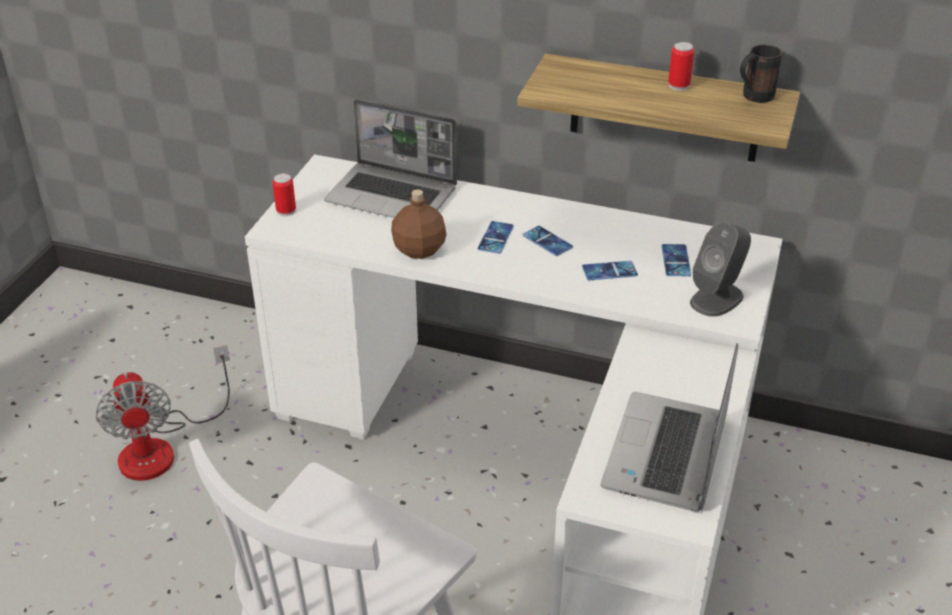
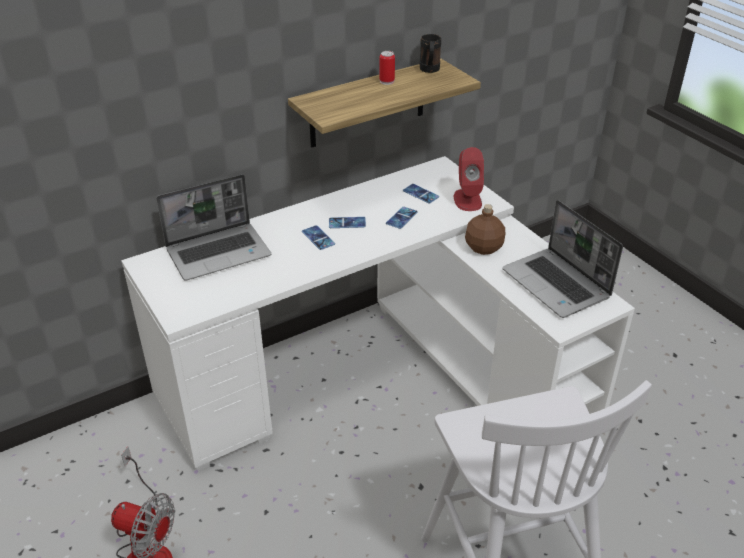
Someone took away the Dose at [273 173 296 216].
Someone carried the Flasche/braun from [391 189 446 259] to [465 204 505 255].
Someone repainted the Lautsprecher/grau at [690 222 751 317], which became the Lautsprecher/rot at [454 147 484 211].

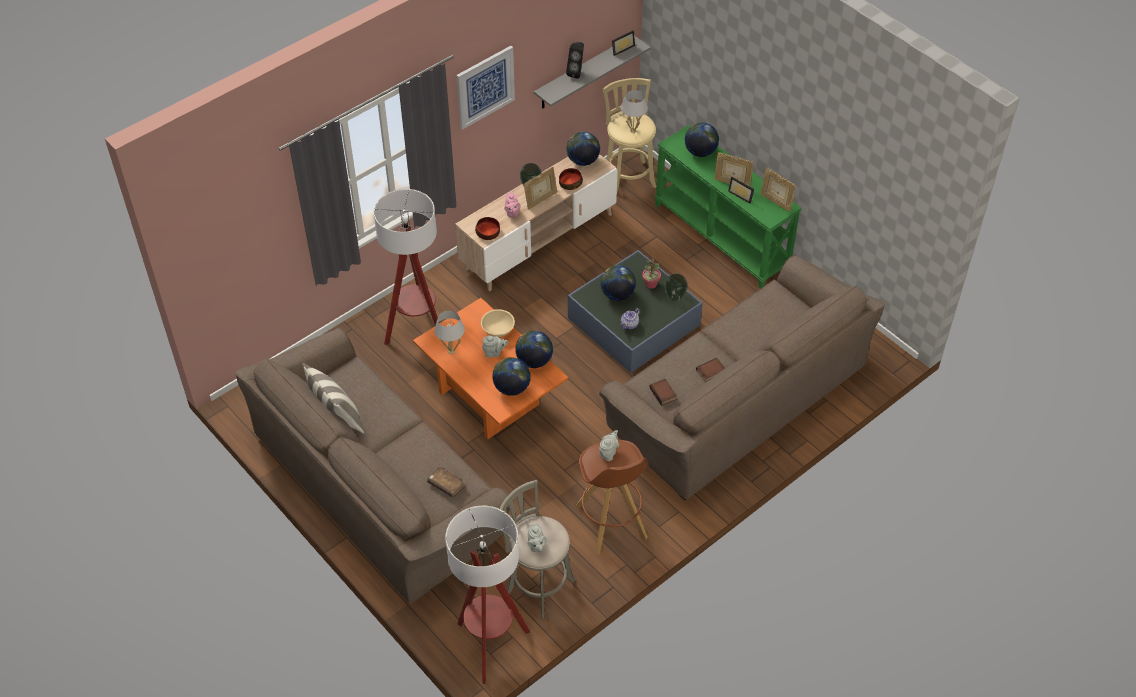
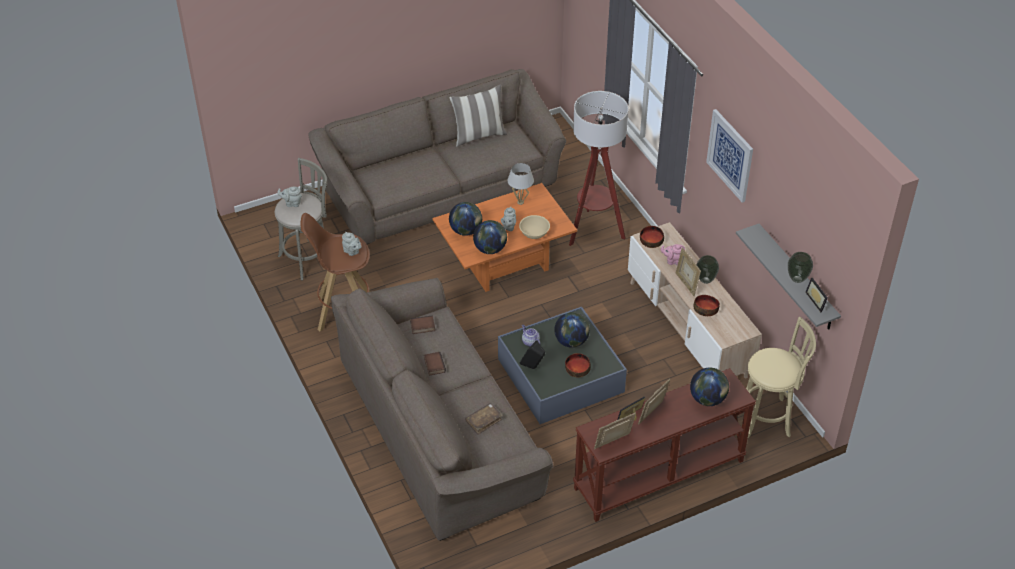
Someone carried the Buch/braun from [427 465 466 498] to [466 403 503 435].
Someone took away the Stehlampe at [445 506 530 684].
Someone carried the Lautsprecher/schwarz from [566 42 584 79] to [520 341 545 369].
Someone took away the Globus at [567 132 600 166].
Someone took away the Tischlampe/weiß at [621 90 648 133].
Someone swapped the Topfpflanze at [642 256 661 289] for the Schüssel at [565 353 591 377].
Someone repainted the Konsolentisch/grün at [654 125 802 289], which became the Konsolentisch/braun at [573 368 756 522].
Someone carried the Vase from [665 273 688 302] to [788 252 813 283].

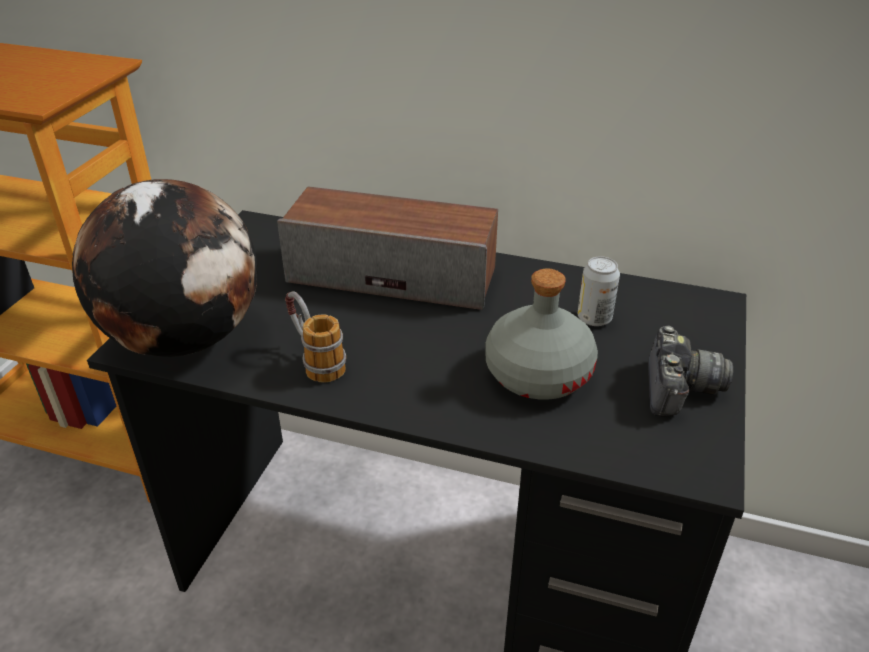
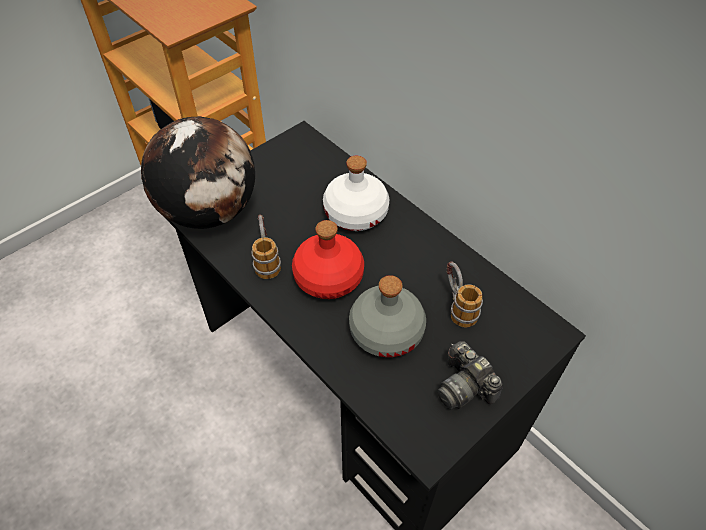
Someone swapped the Lautsprecher at [277 187 498 310] for the Flasche/weiß at [323 156 389 231].
Someone swapped the Dose at [578 256 620 326] for the Henkelbecher at [447 261 483 328].
Someone rotated the Kamera at [648 325 733 417] by 105 degrees clockwise.
Someone put down the Flasche/rot at [292 220 364 299].

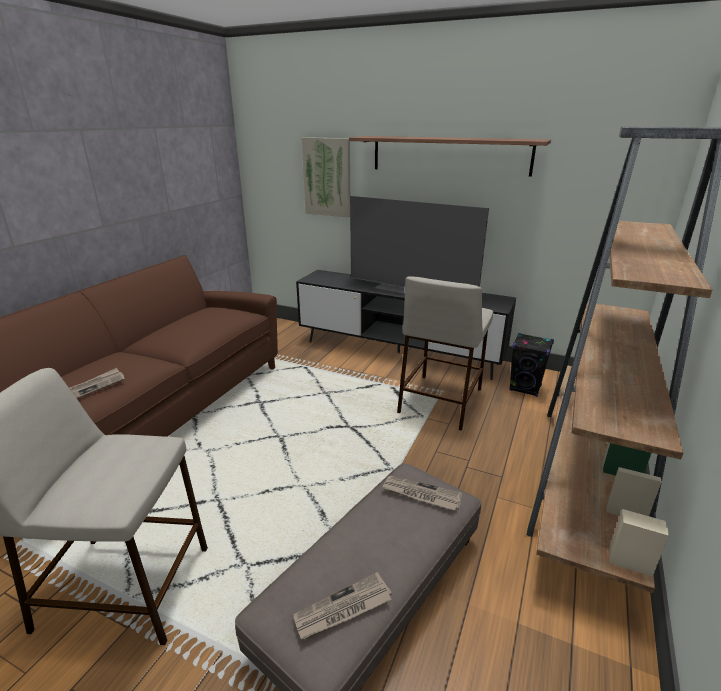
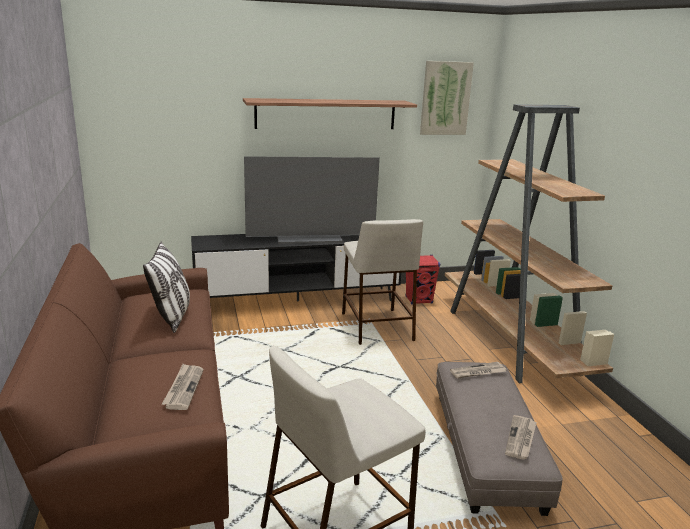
Someone carried the Bild from [302 137 350 217] to [420 61 474 135].
Someone repainted the Lautsprecher/schwarz at [509 333 554 397], which became the Lautsprecher/rot at [405 255 440 304].
Someone put down the Kissen at [143 241 190 333].

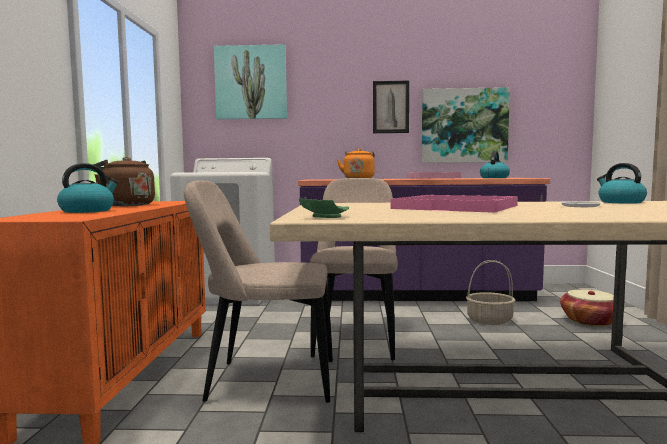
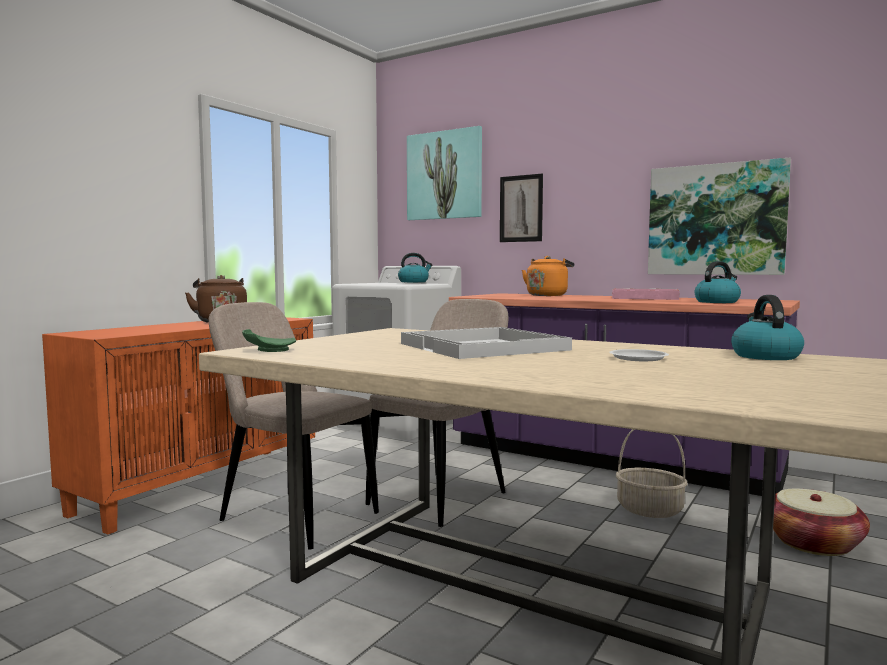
Someone carried the Wasserkessel from [57 163 119 213] to [398 253 432 282].
Someone carried the Bild from [373 81 409 133] to [500 174 543 242].
Someone repainted the Tablett/rosa at [390 195 518 213], which became the Tablett/weiß at [401 327 572 359].

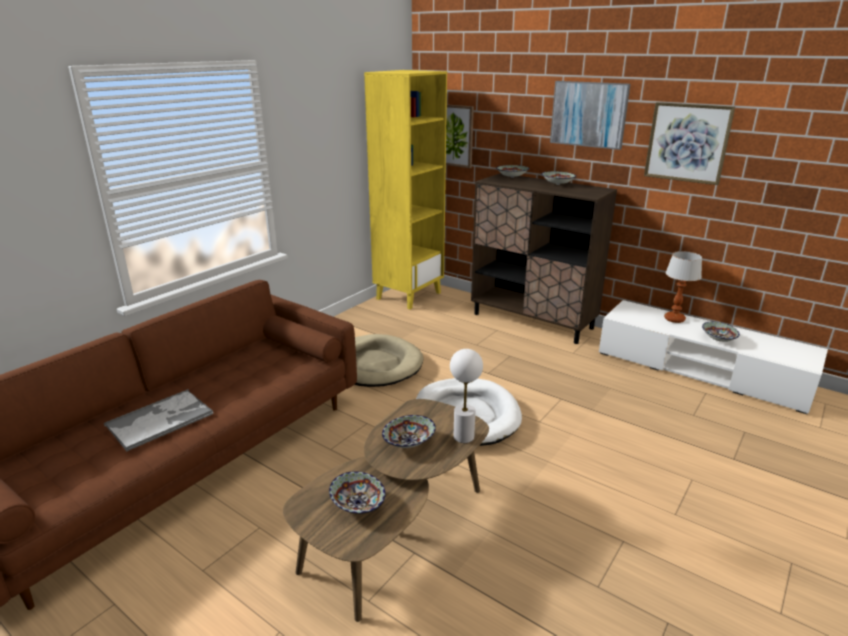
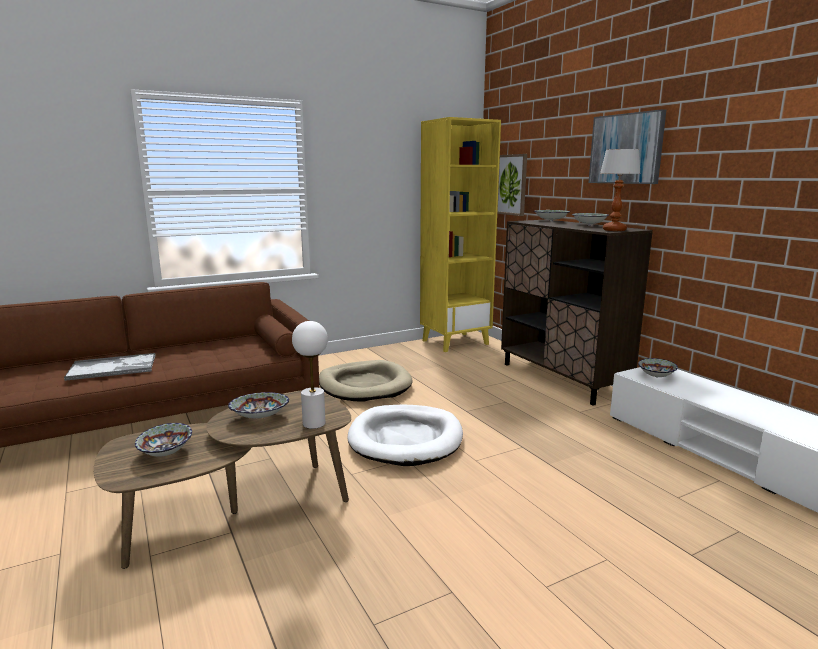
Someone took away the Bild at [644 102 735 185].
Someone carried the Tischlampe from [664 251 702 323] to [600 149 641 231].
Someone carried the Schüssel from [702 321 740 342] to [638 358 678 377].

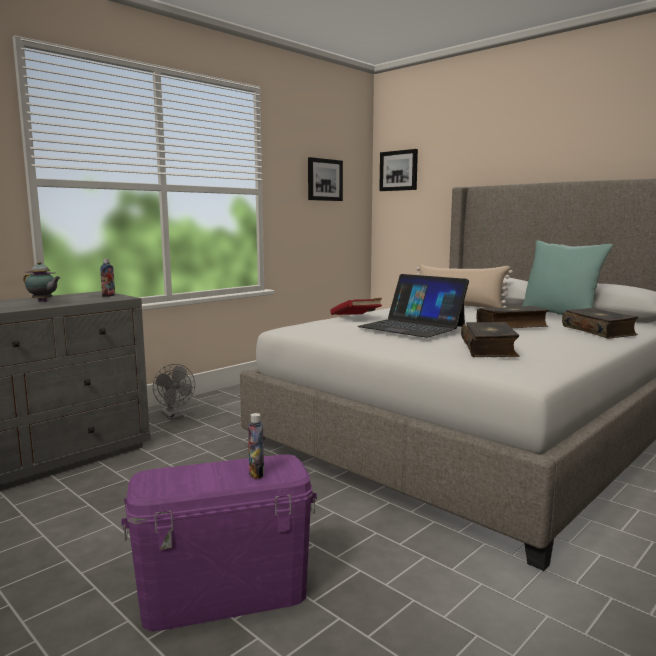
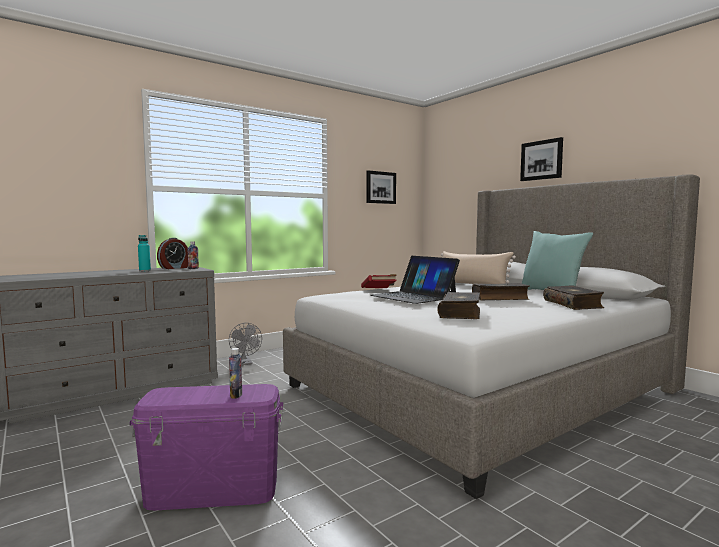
Someone swapped the Teekanne at [23 262 61 302] for the Flasche/türkis at [138 235 151 271].
Someone carried the Bild from [379 149 418 191] to [520 137 563 181].
Someone put down the Wecker at [157 238 188 269].

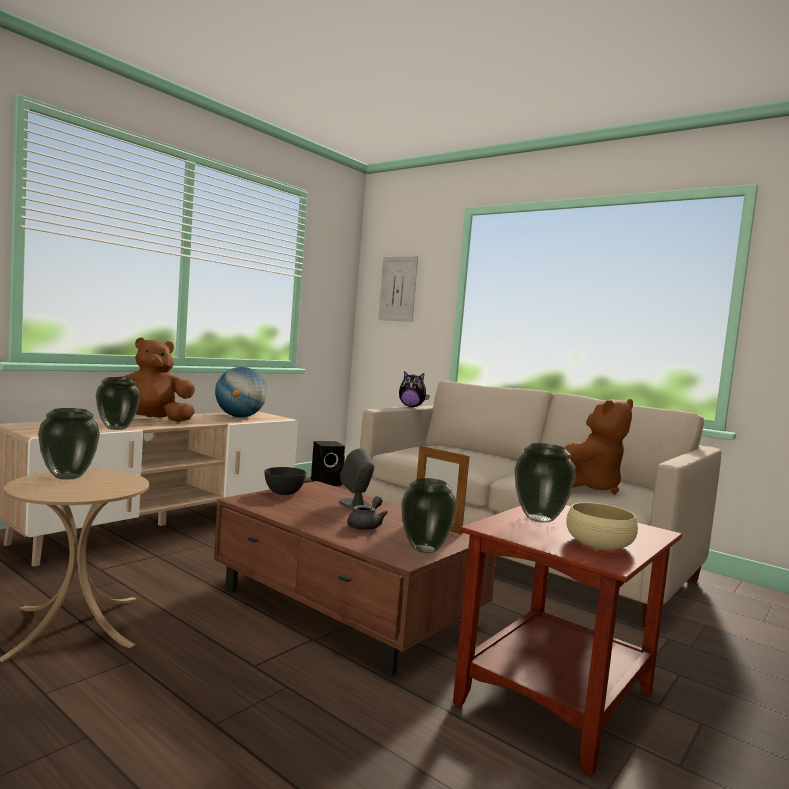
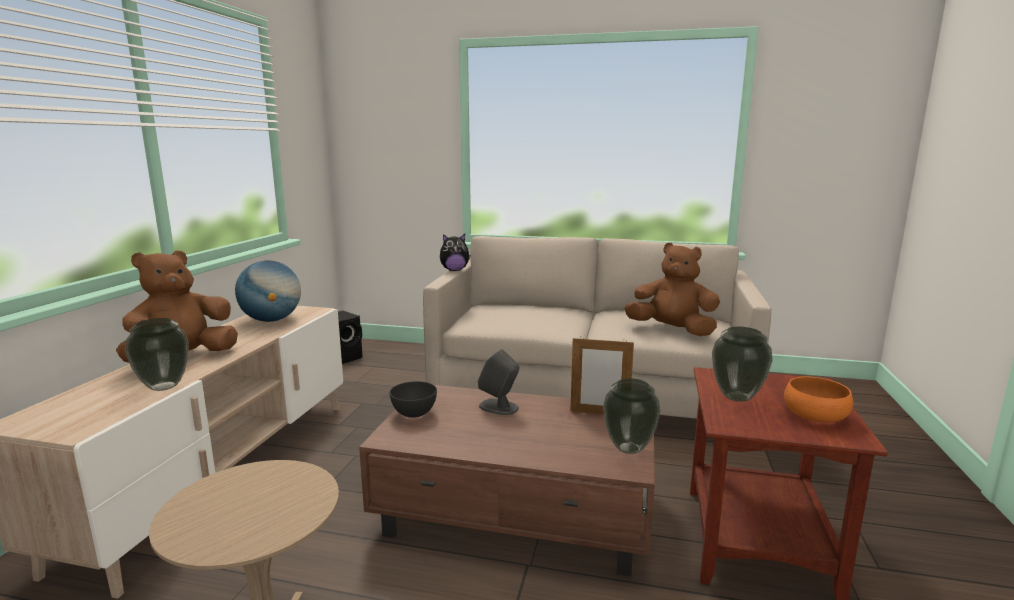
Someone took away the Vase at [38 408 100 480].
Someone took away the Teekanne/grau at [347 496 388 530].
Someone took away the Bild at [378 256 418 322].
Someone rotated the Plüschtier/braun at [564 399 633 494] by 90 degrees counterclockwise.
Someone repainted the Schüssel/beige at [566 502 638 550], which became the Schüssel/orange at [784 376 853 423].

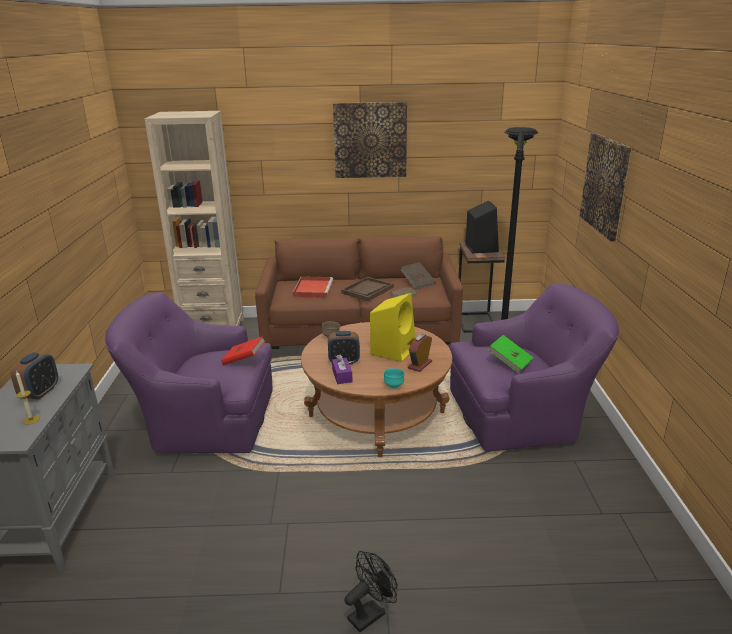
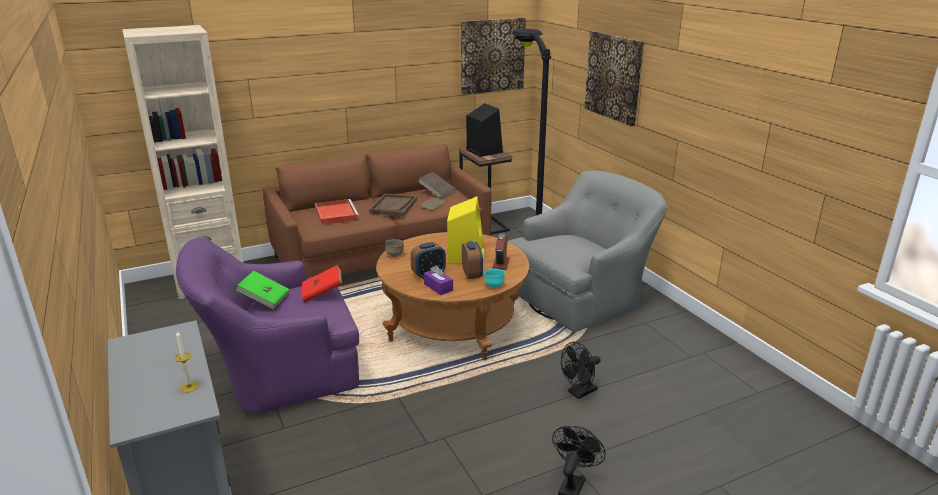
Someone carried the Wecker from [11 352 58 400] to [462 241 483 279].
Someone carried the Bild from [333 102 407 178] to [461 18 526 95].
Someone repainted the Sessel/lila at [449 283 619 452], which became the Sessel/grau at [507 171 668 332].
Someone carried the Buch/grün from [488 335 534 373] to [236 271 290 309].
Someone put down the Ventilator/schwarz at [561 342 601 399].

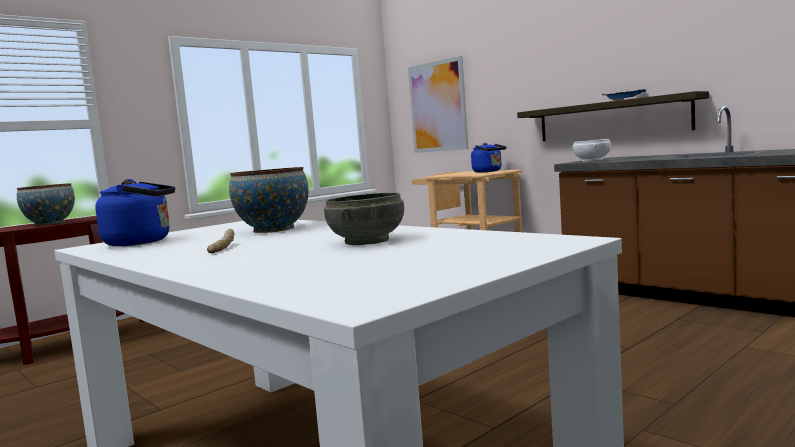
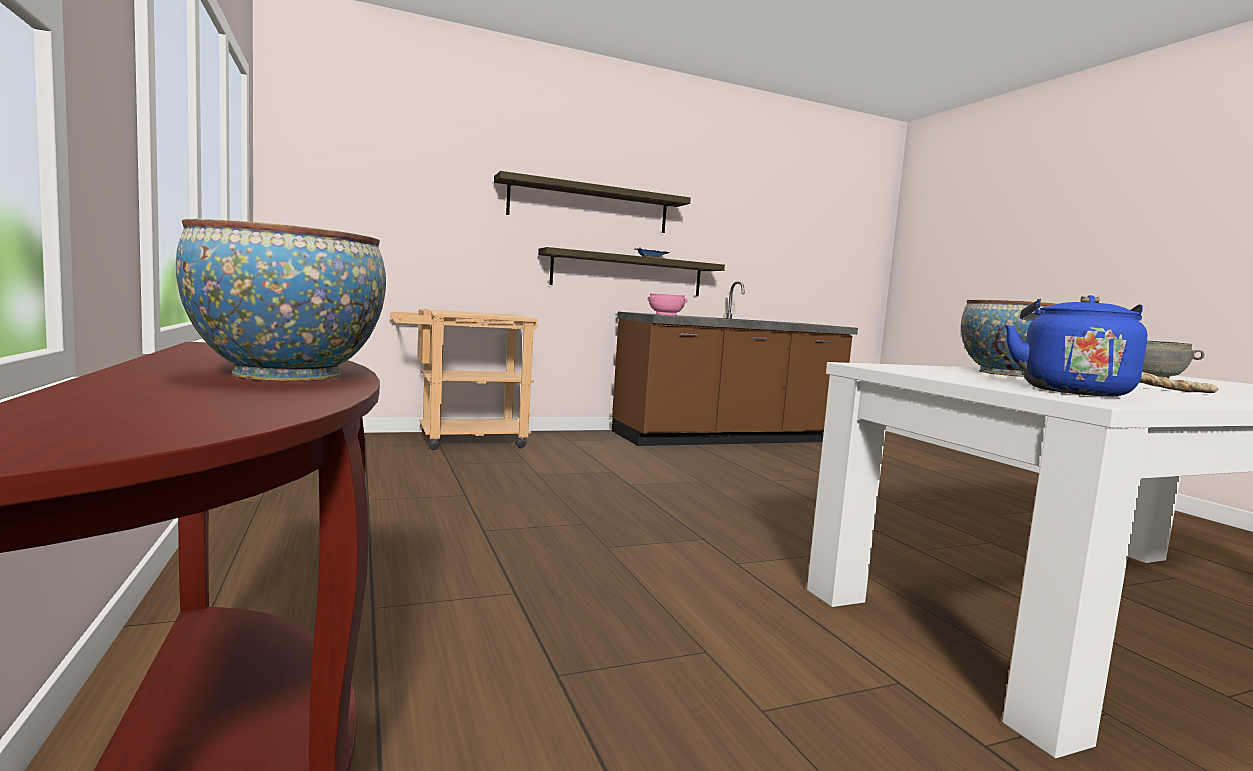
Someone took away the Bild at [408 56 469 153].
Someone took away the Wasserkessel/blau at [471 143 507 173].
Someone repainted the Schüssel/weiß at [573 139 611 162], which became the Schüssel/rosa at [647 293 688 316].
Someone put up the Wandregal at [494 171 691 233].

